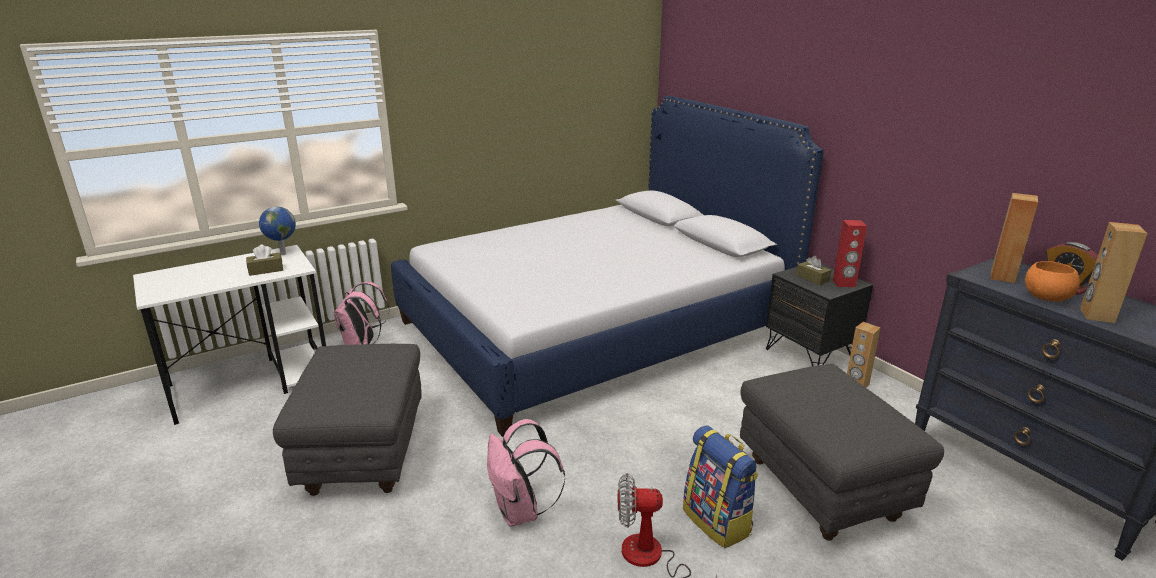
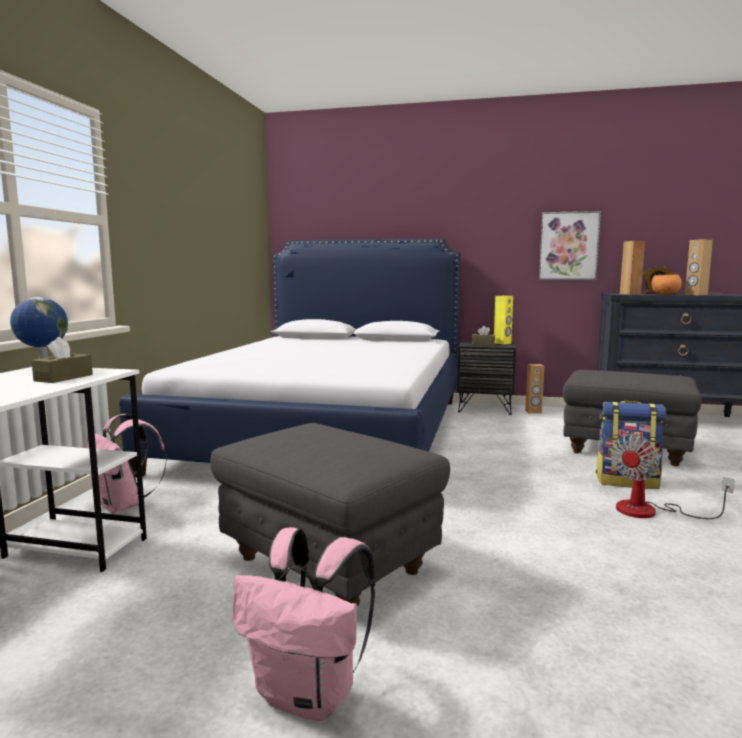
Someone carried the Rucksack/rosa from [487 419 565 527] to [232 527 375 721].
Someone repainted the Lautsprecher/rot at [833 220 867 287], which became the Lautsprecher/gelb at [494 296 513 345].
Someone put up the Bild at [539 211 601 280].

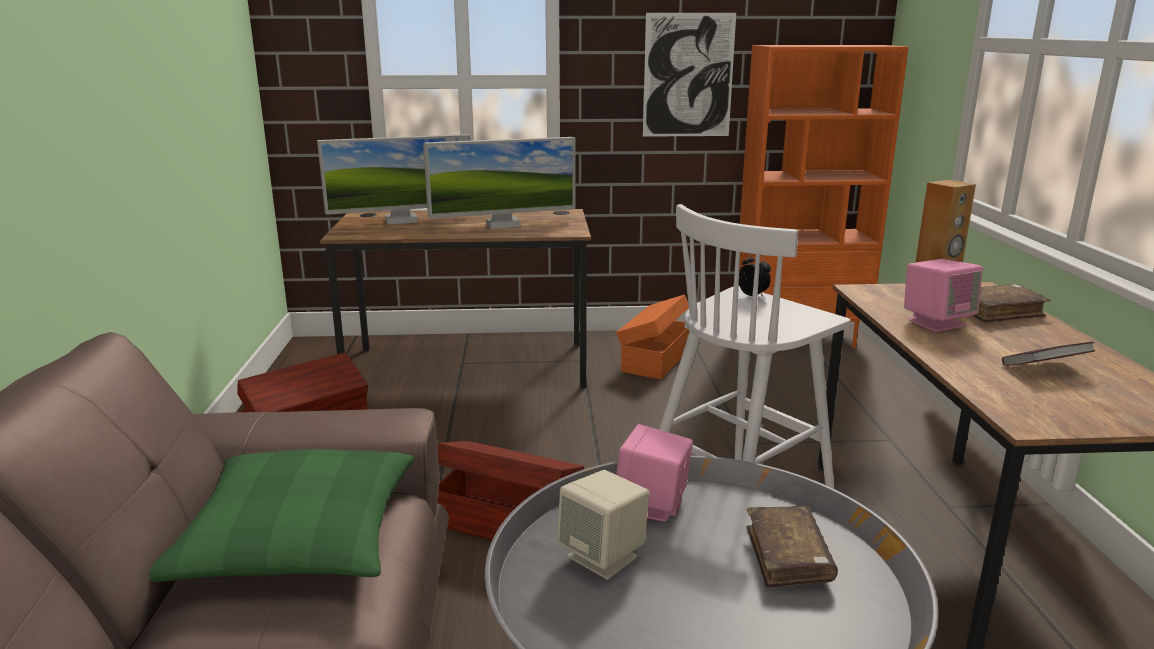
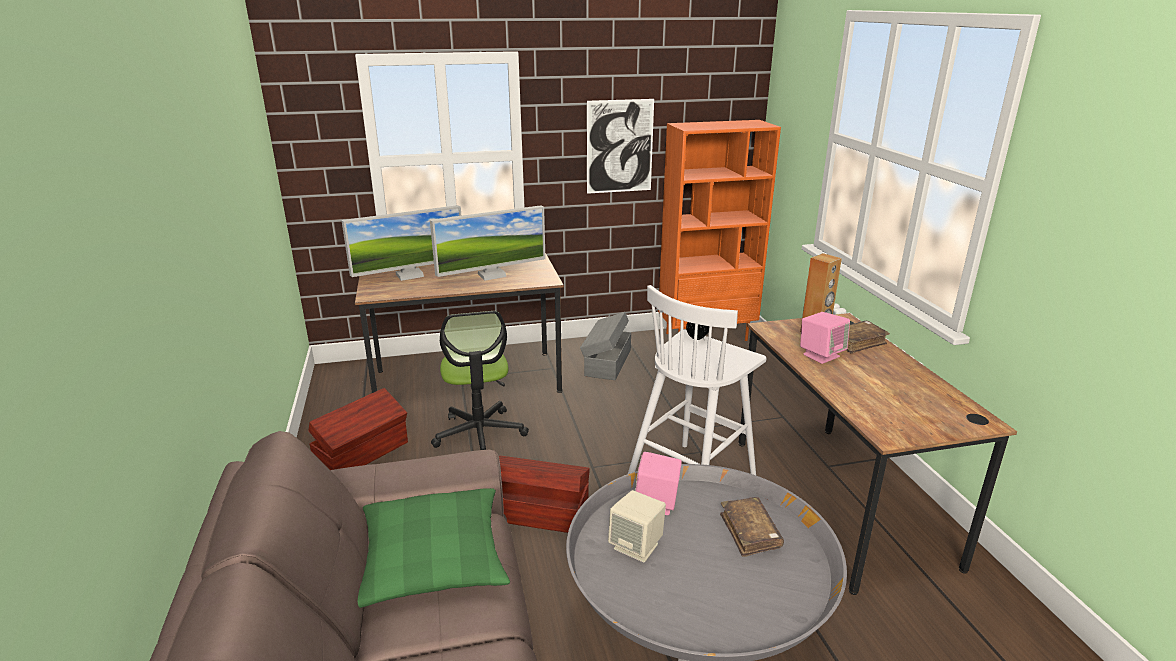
Someone repainted the Aufbewahrungsbox/orange at [616 295 690 379], which became the Aufbewahrungsbox/grau at [580 312 631 380].
Someone took away the Buch at [1002 342 1096 366].
Someone put down the Bürostuhl at [431 311 529 450].

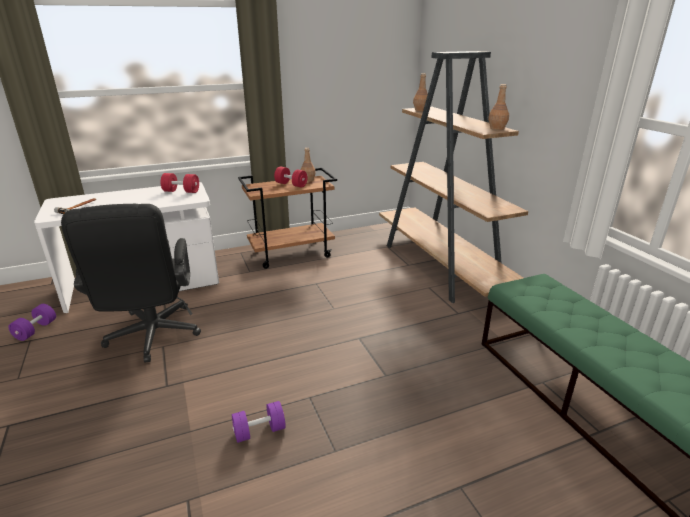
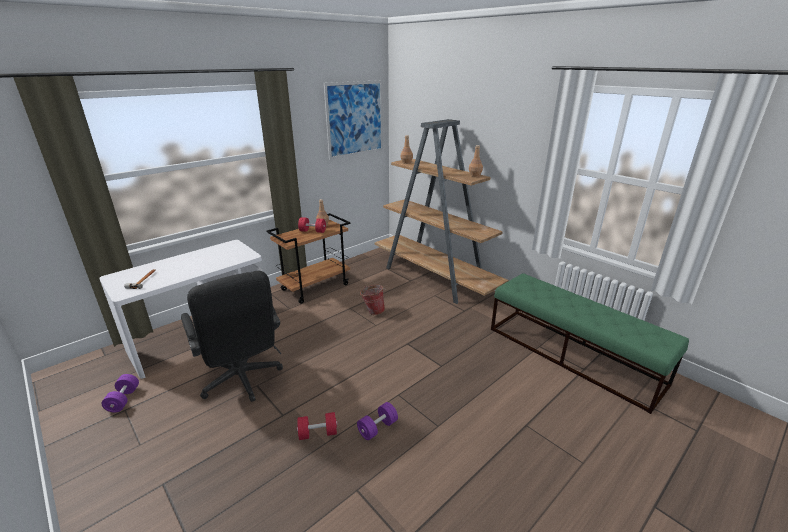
Someone carried the Hantel/rot from [160 173 199 193] to [297 412 338 440].
Someone put up the Bild at [324 80 383 160].
Someone put down the Eimer at [360 285 385 315].

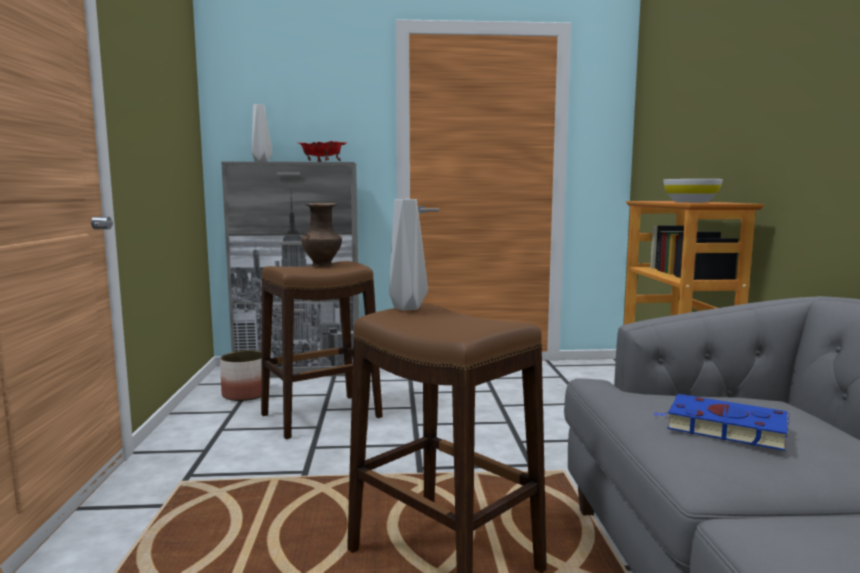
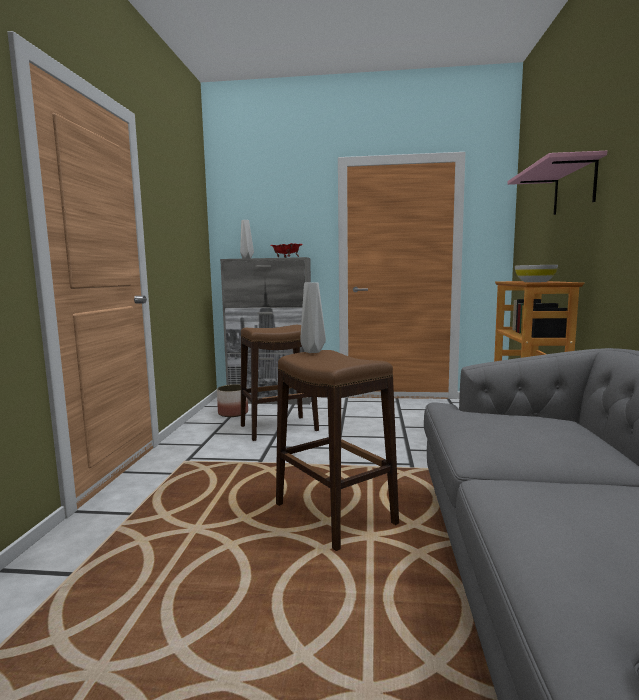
Someone took away the Vase/braun at [301 203 342 267].
Someone took away the Buch/blau at [652 394 789 451].
Someone put up the Wandregal/rosa at [507 151 607 215].

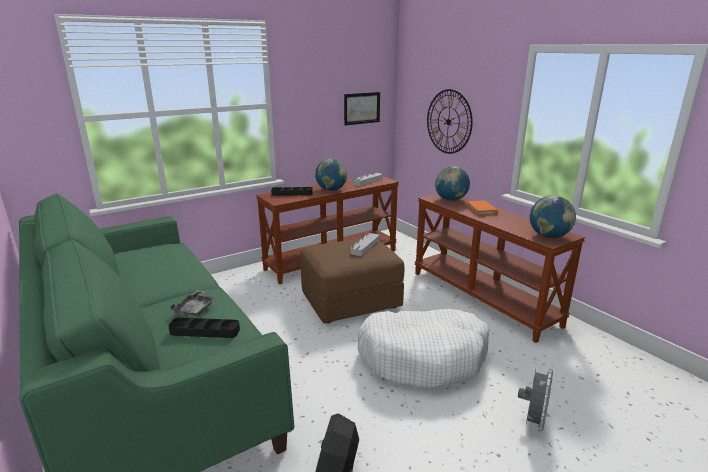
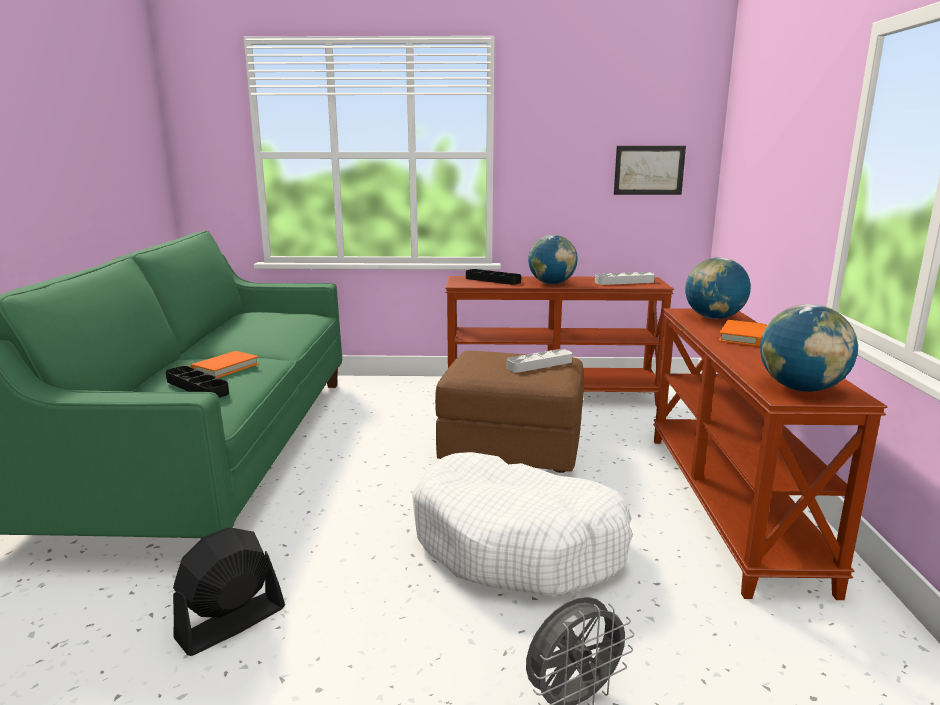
Someone swapped the Tablett/grau at [171 290 216 316] for the Buch/orange at [190 351 259 378].
Someone took away the Wanduhr at [427 89 473 154].

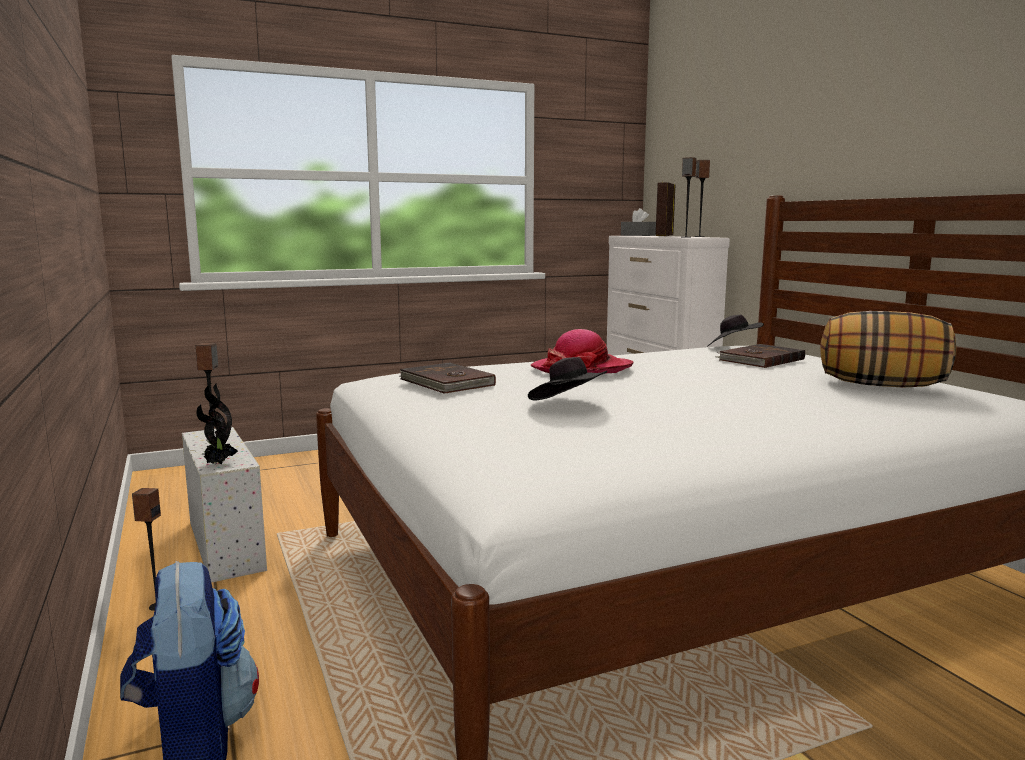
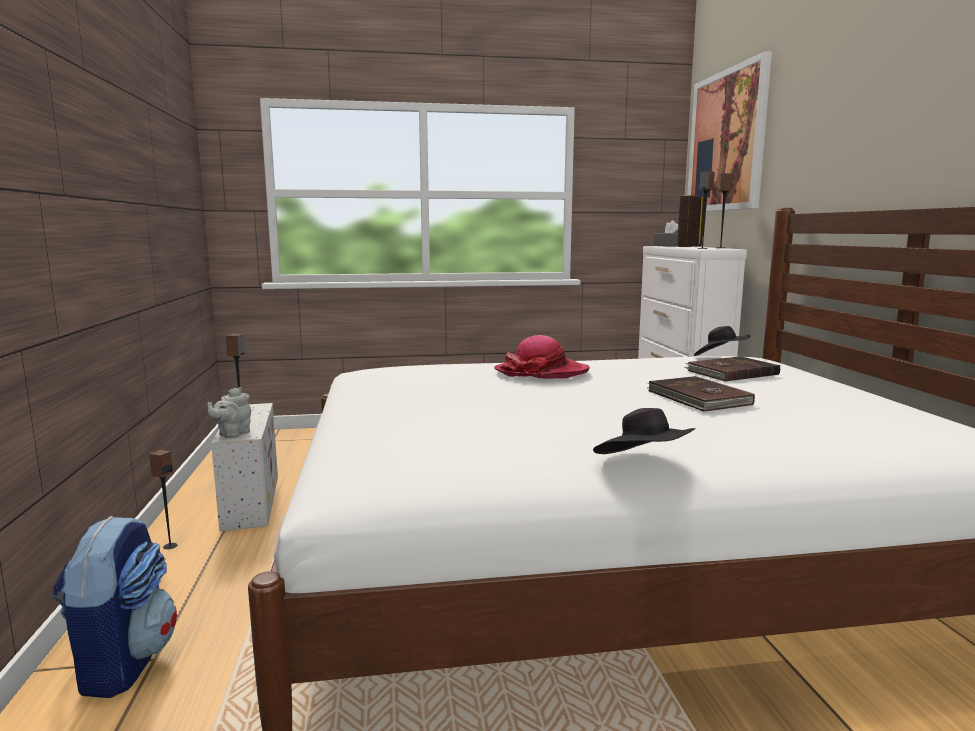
Someone swapped the Topfpflanze at [197 383 238 464] for the Teekanne/grau at [207 387 251 438].
Someone carried the Buch/braun from [399 362 496 394] to [648 376 755 412].
Someone carried the Hut/schwarz from [528 357 608 401] to [593 408 696 454].
Someone took away the Kissen at [820 311 956 387].
Someone put up the Bild at [687 51 772 211].

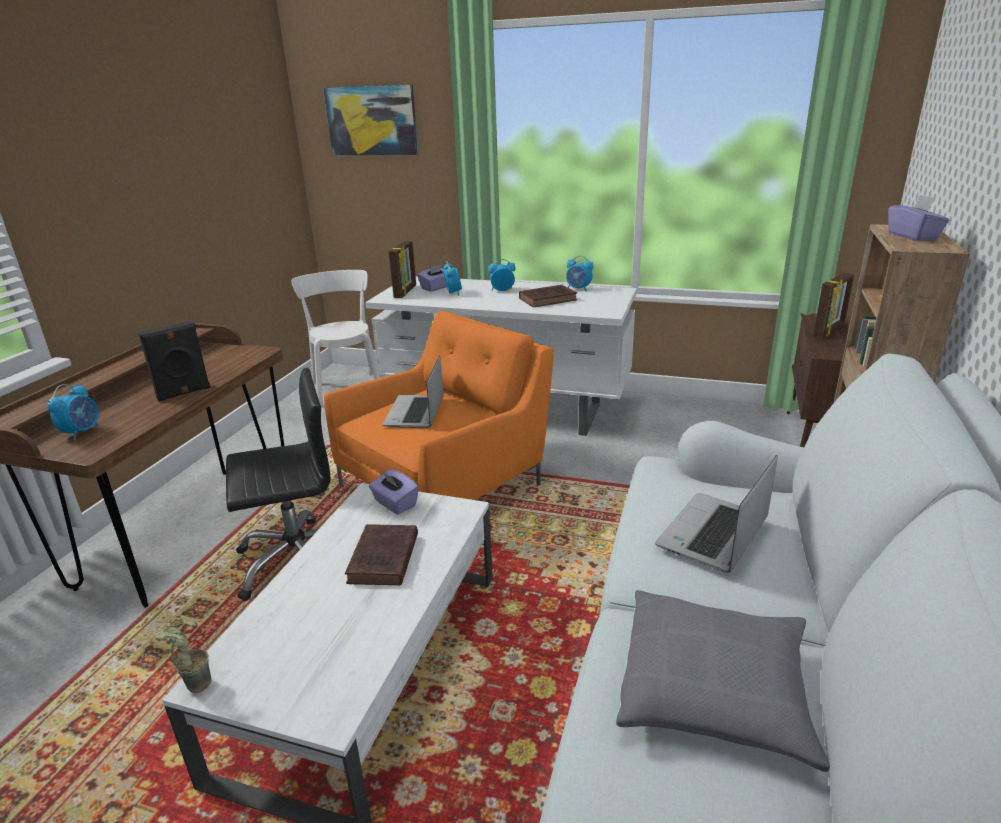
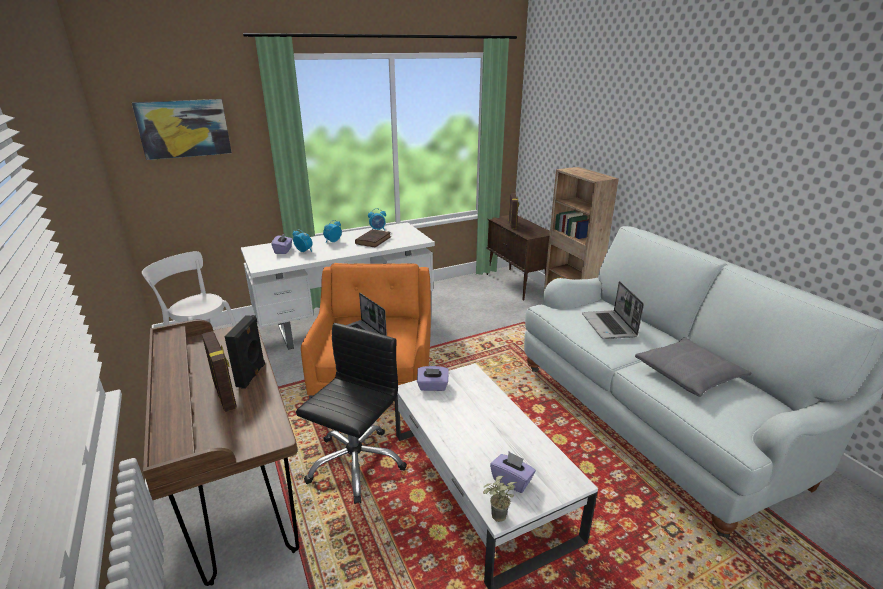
Someone took away the Wecker at [47 384 99 440].
Someone took away the Buch/braun at [345 524 418 586].
Someone carried the Bilderrahmen from [389 241 416 298] to [202 331 236 412].
Someone carried the Taschentuchbox/lila from [888 195 950 241] to [490 452 536 493].

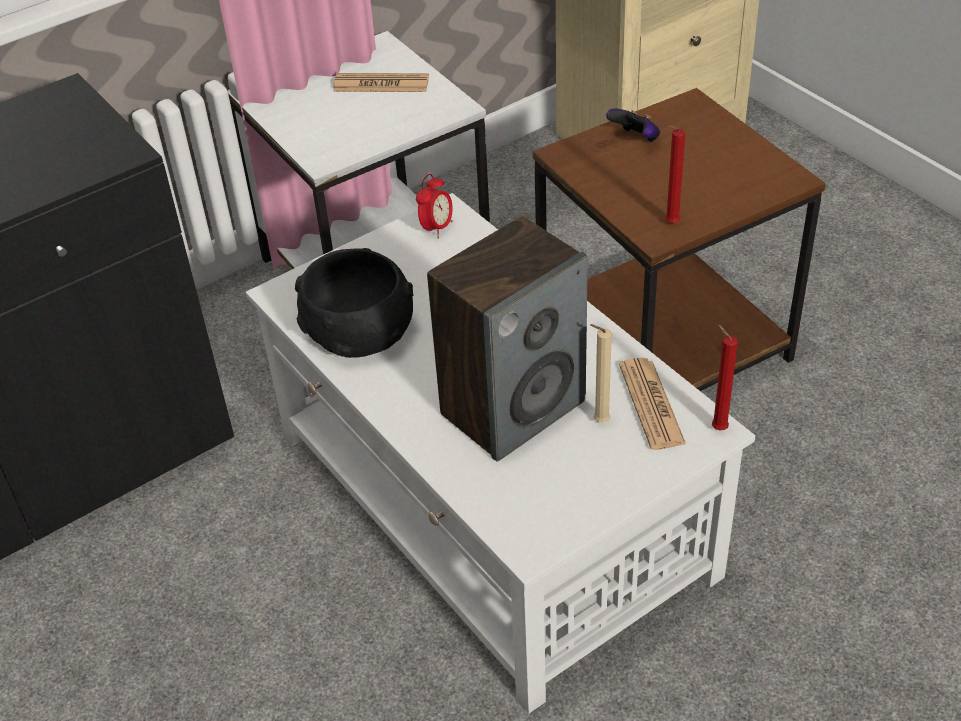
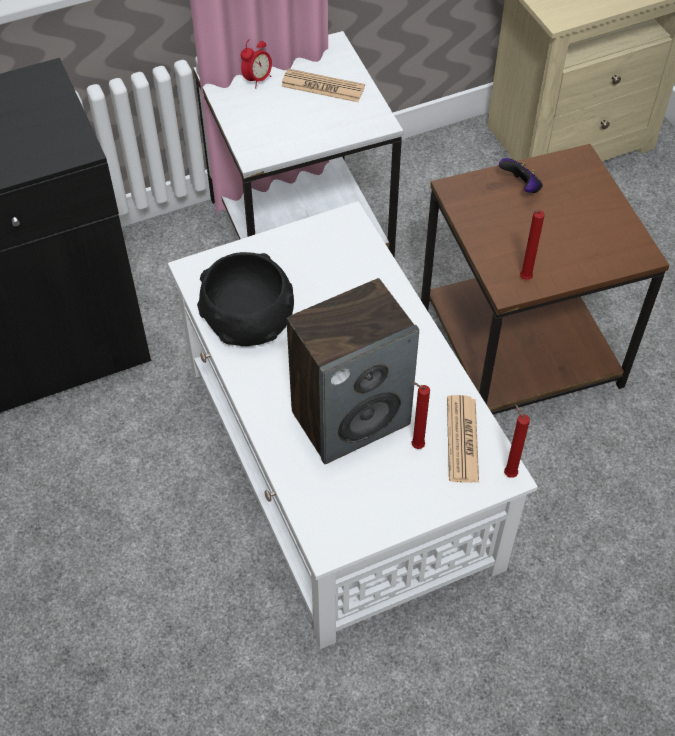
Someone carried the Wecker from [416 174 453 238] to [240 39 272 88].
Someone repainted the Kerze/beige at [590 324 612 423], which became the Kerze/rot at [411 382 430 449].

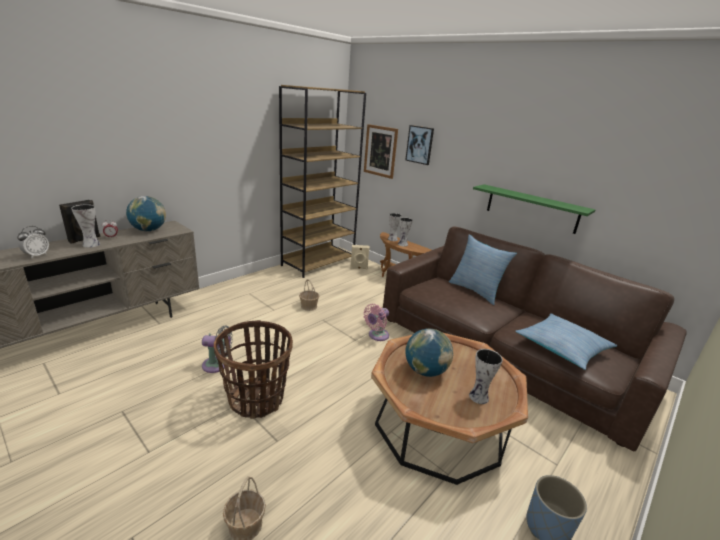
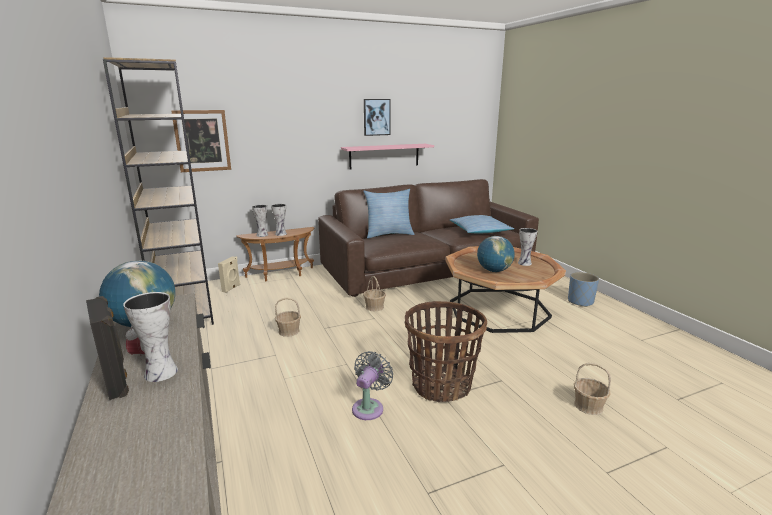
Someone took away the Wecker at [17 226 49 258].
Someone swapped the Ventilator/rosa at [363 304 389 341] for the Korb at [363 276 386 311].
Someone carried the Bild from [405 125 434 165] to [364 99 391 136].
Someone repainted the Wandregal/grün at [473 184 595 234], which became the Wandregal/rosa at [341 144 434 170].

